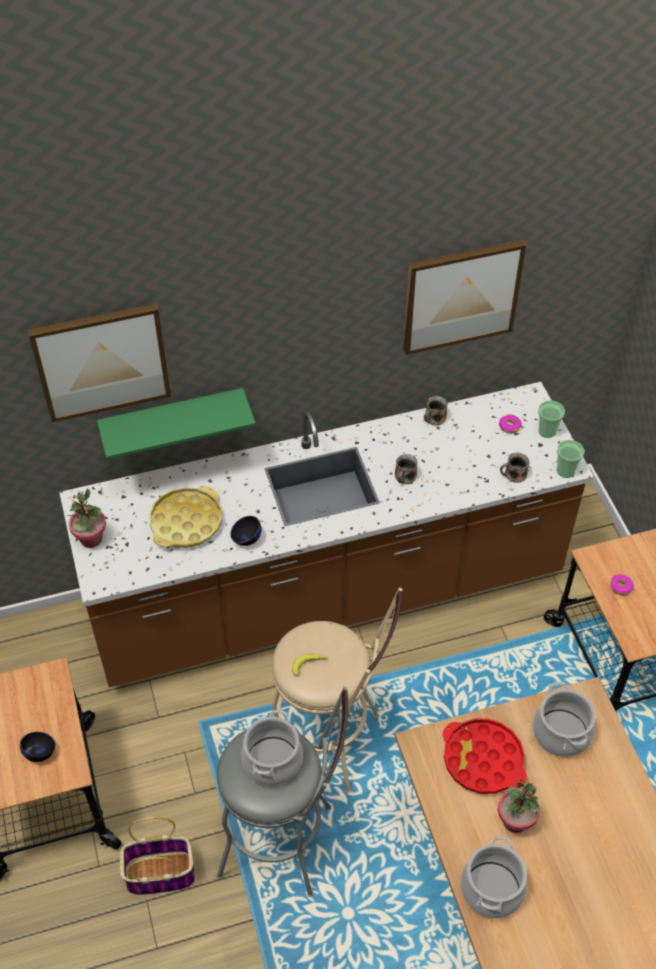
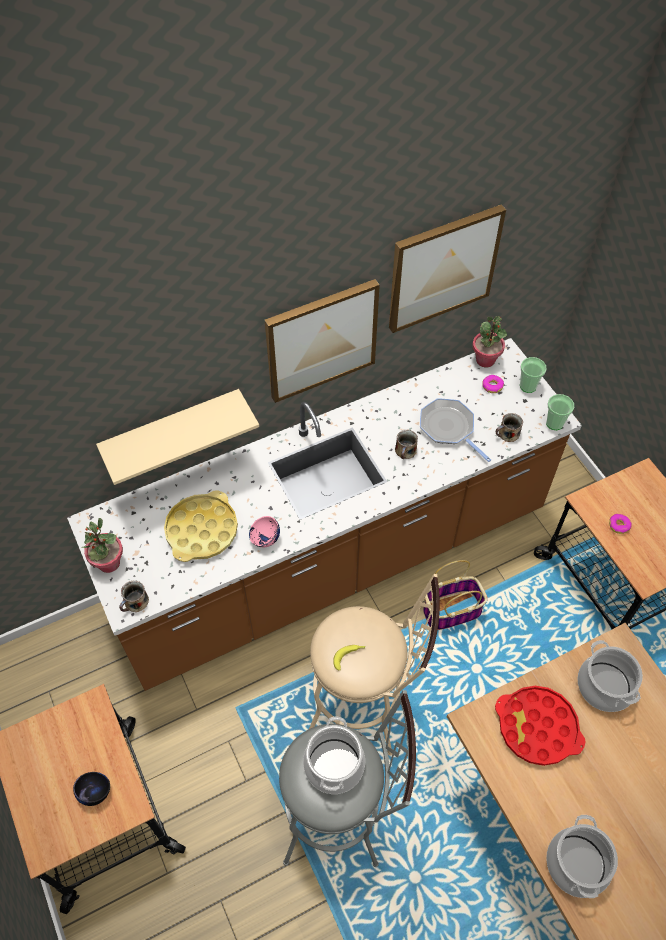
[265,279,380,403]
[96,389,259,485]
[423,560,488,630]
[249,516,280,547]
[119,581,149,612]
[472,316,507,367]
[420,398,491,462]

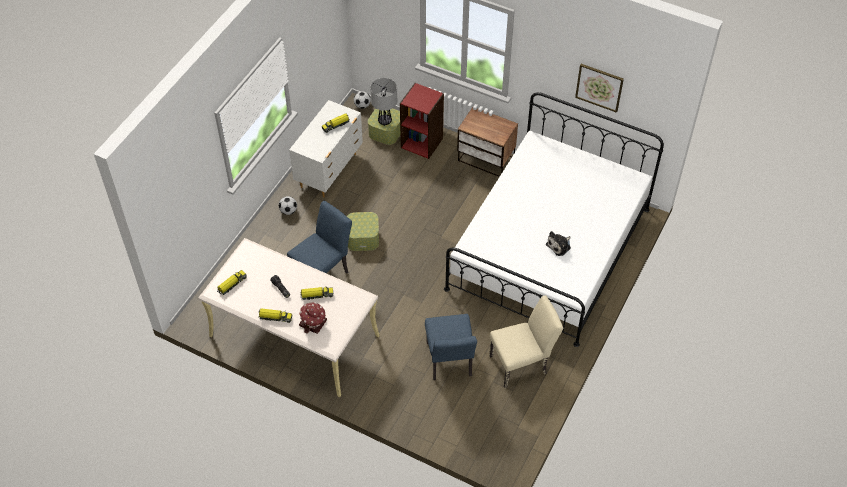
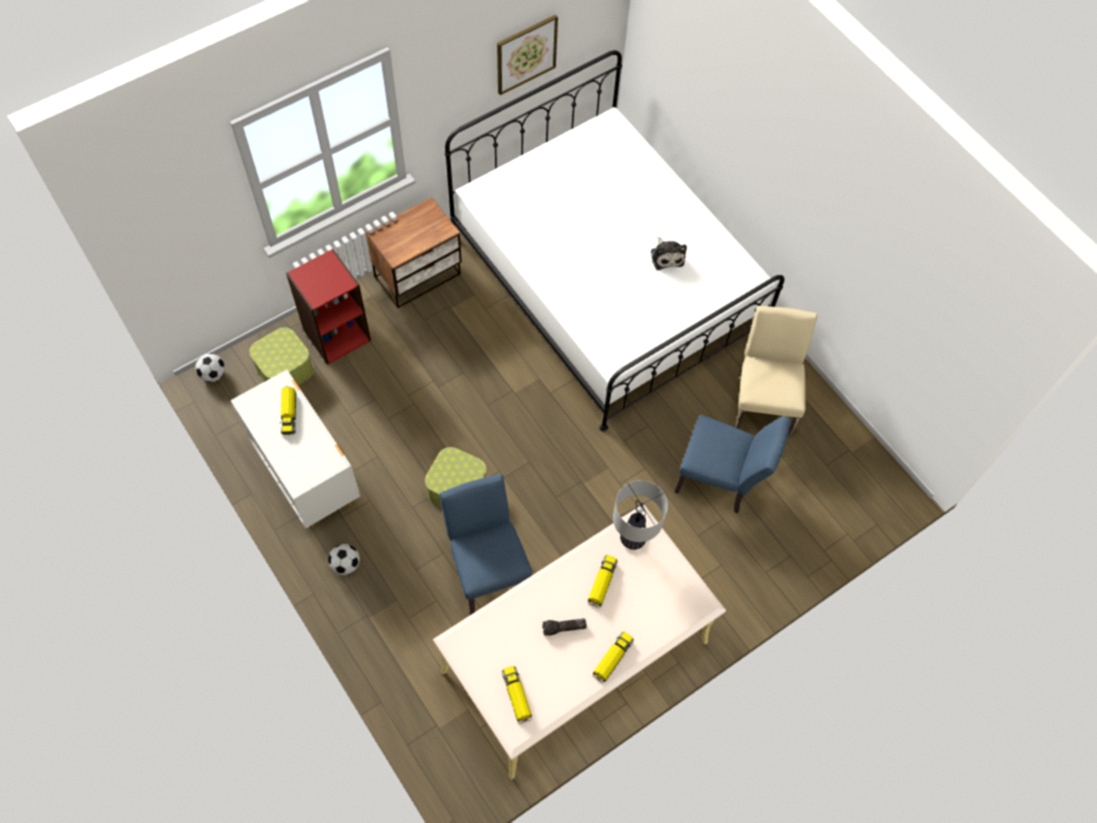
[299,302,327,334] (first image)
[613,480,668,550]

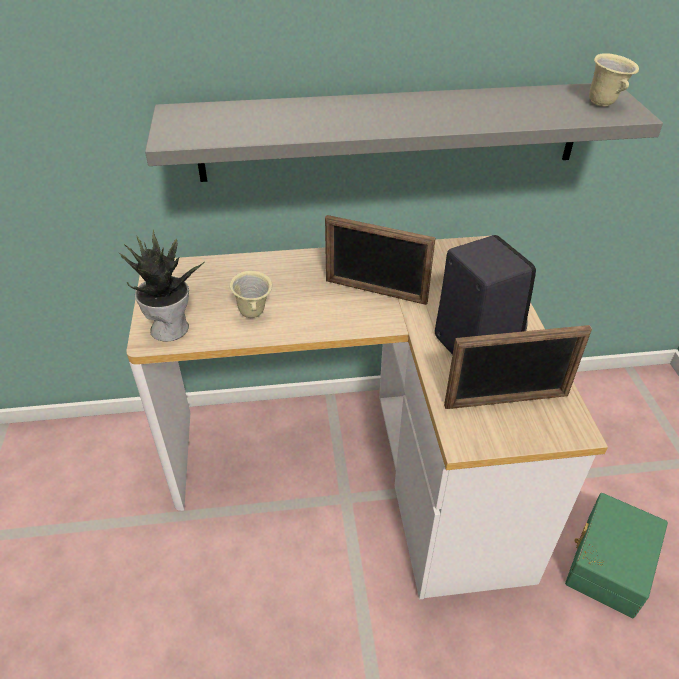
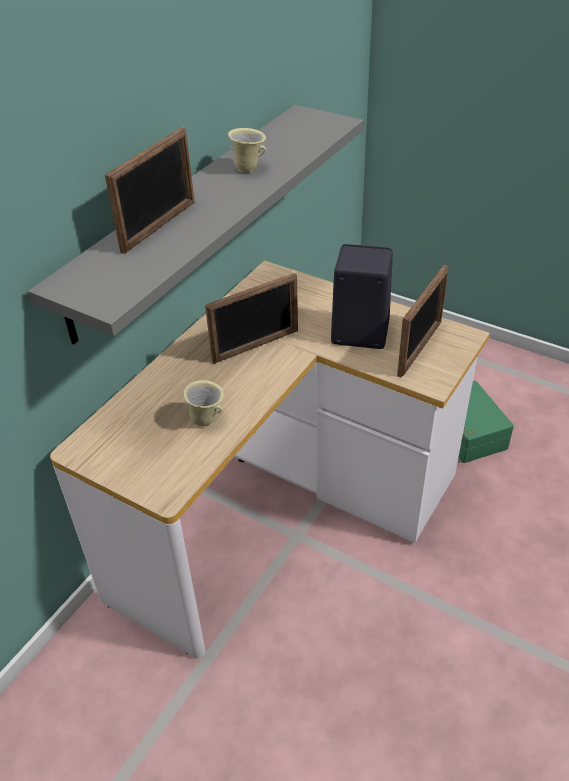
[117,230,205,341] (first image)
[228,128,266,172]
[105,127,195,254]

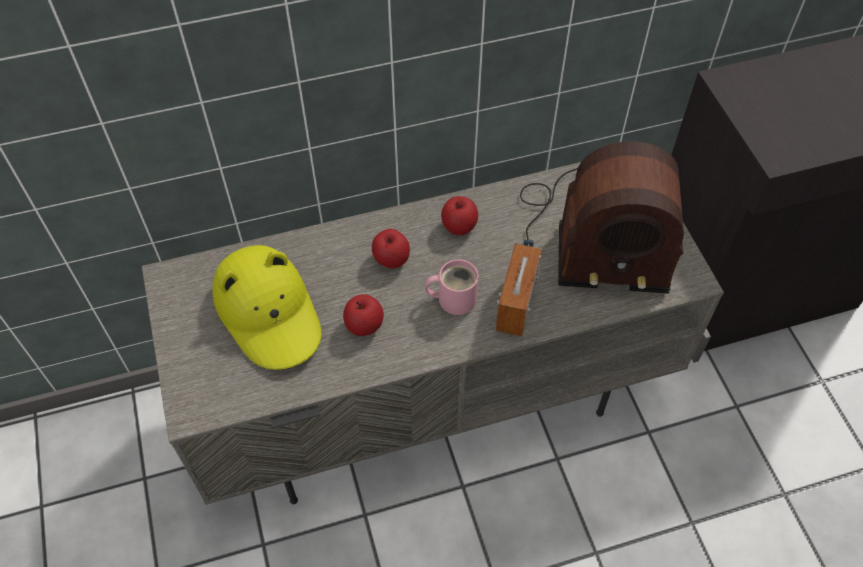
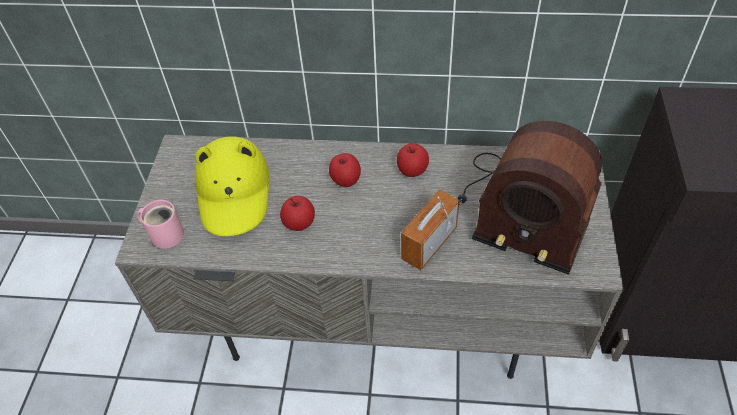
[137,200,184,249]

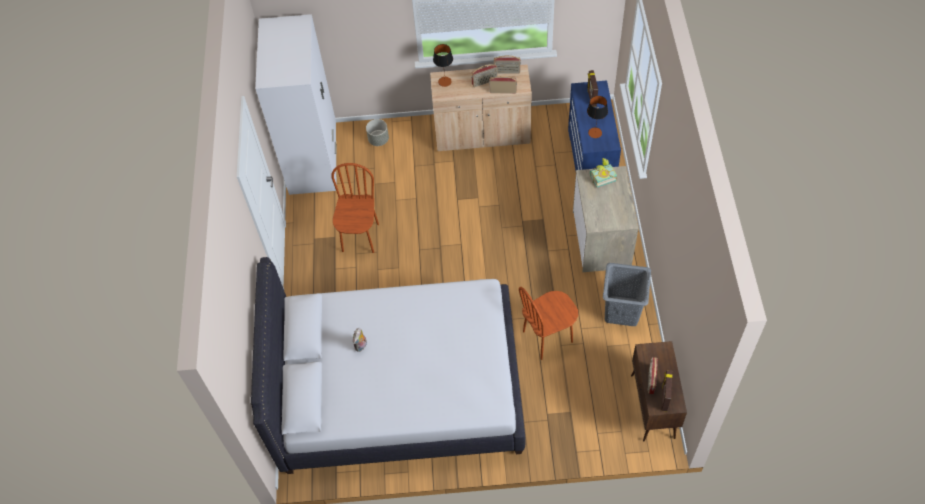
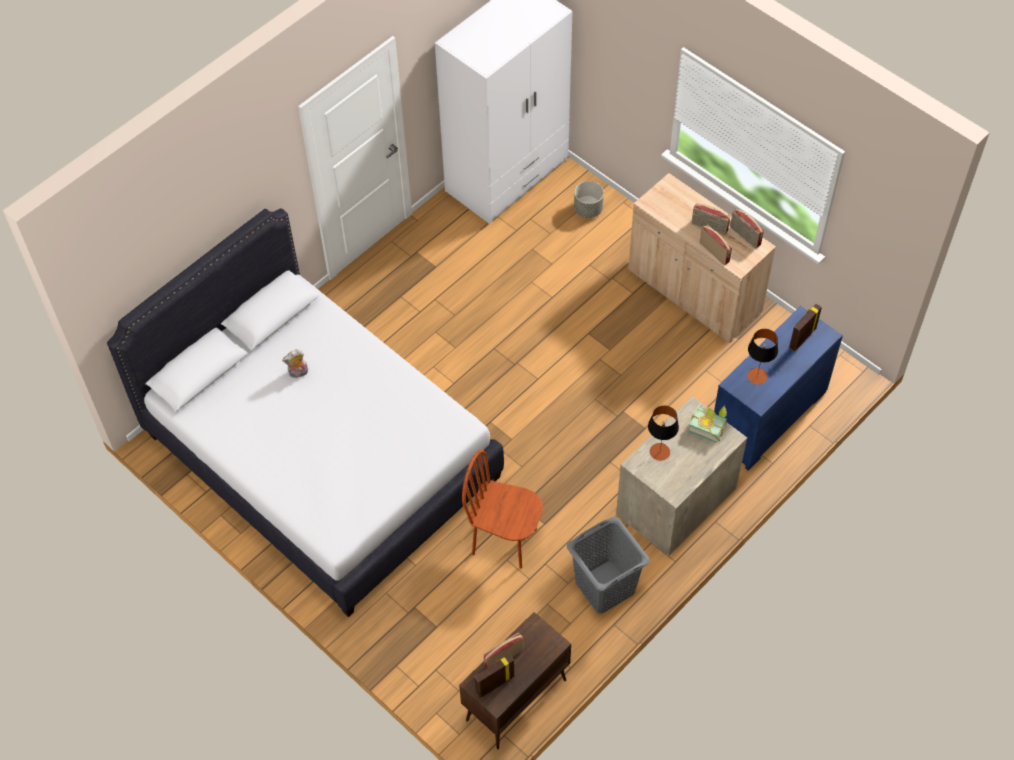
[331,163,379,253] (first image)
[648,406,679,461]

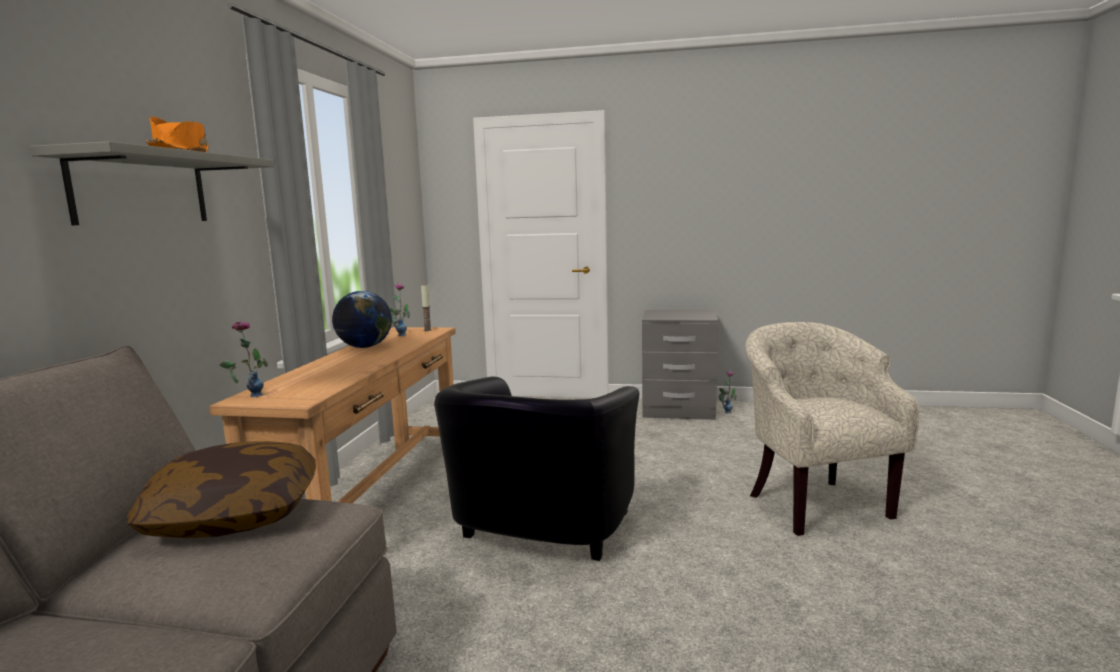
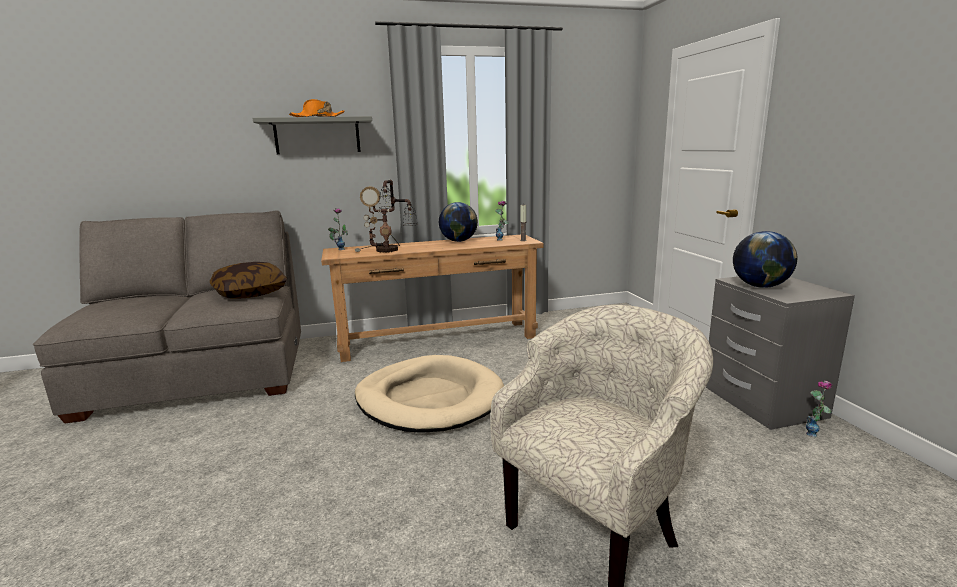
[355,355,504,433]
[355,179,418,253]
[733,231,798,288]

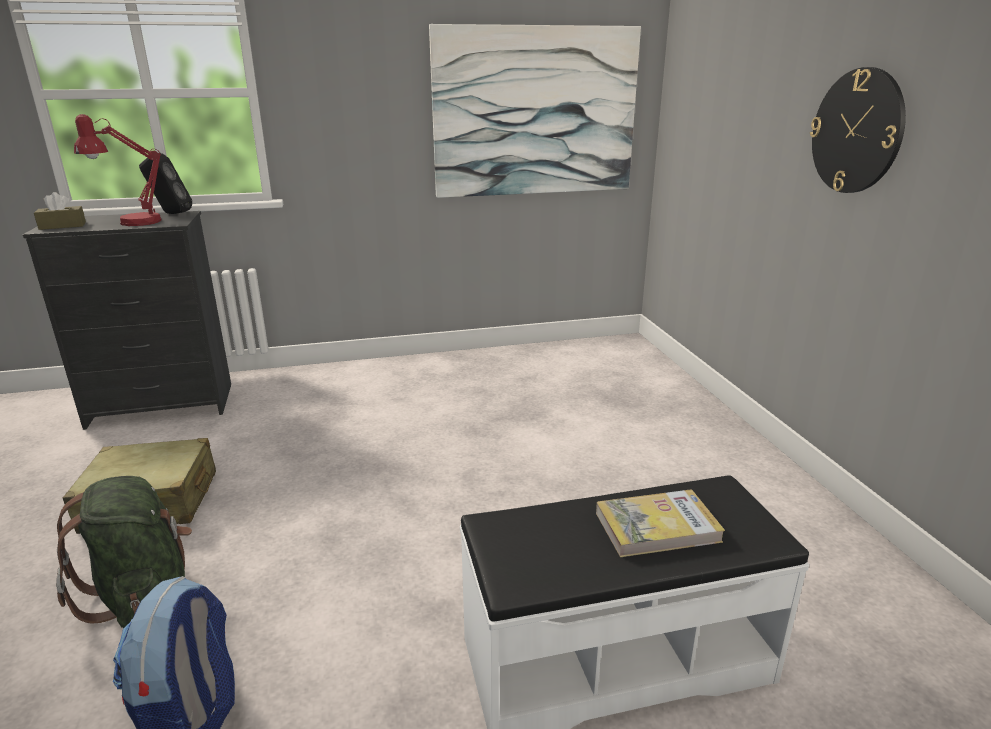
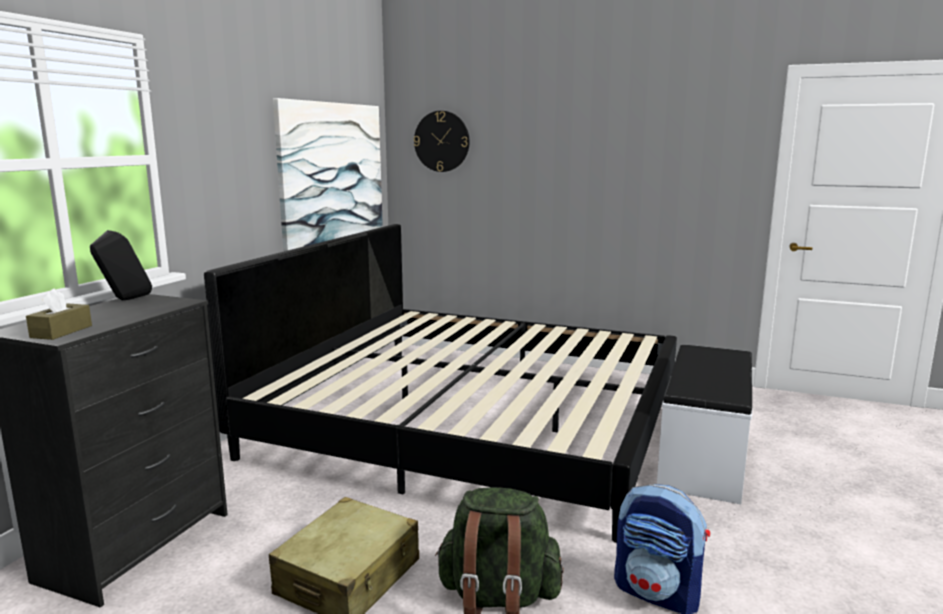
[74,114,161,226] (first image)
[596,489,725,557] (first image)
[414,111,470,172]
[204,224,677,543]

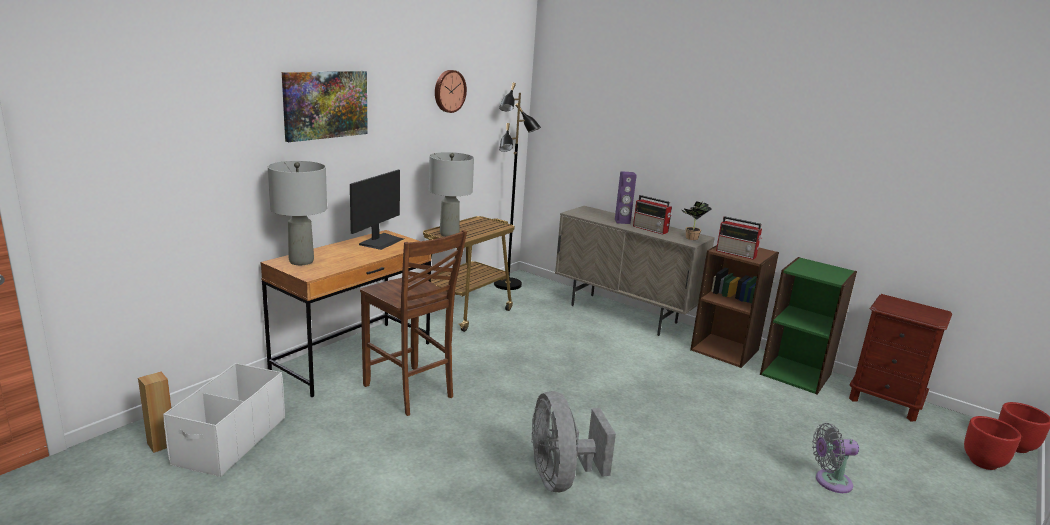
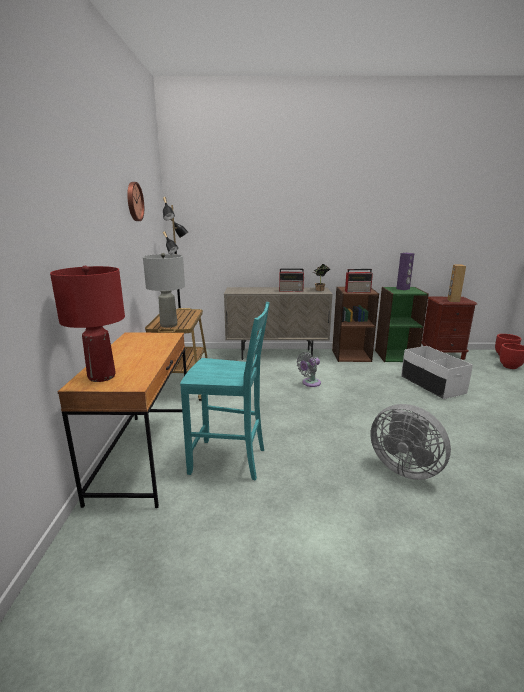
[447,264,466,302]
[401,346,473,399]
[50,266,125,382]
[282,71,368,142] (first image)
[350,170,404,250] (first image)
[180,302,269,480]
[396,253,414,290]
[297,352,321,387]

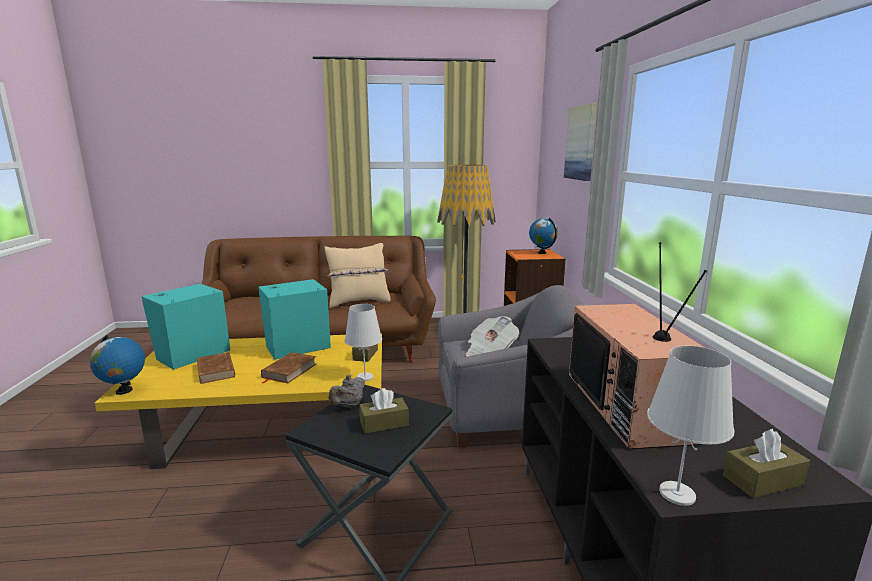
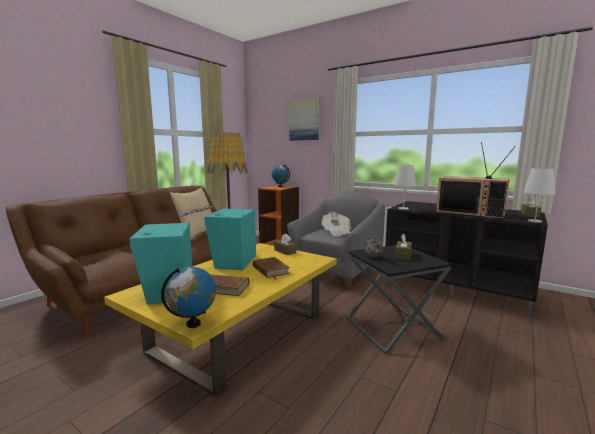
[394,165,416,210]

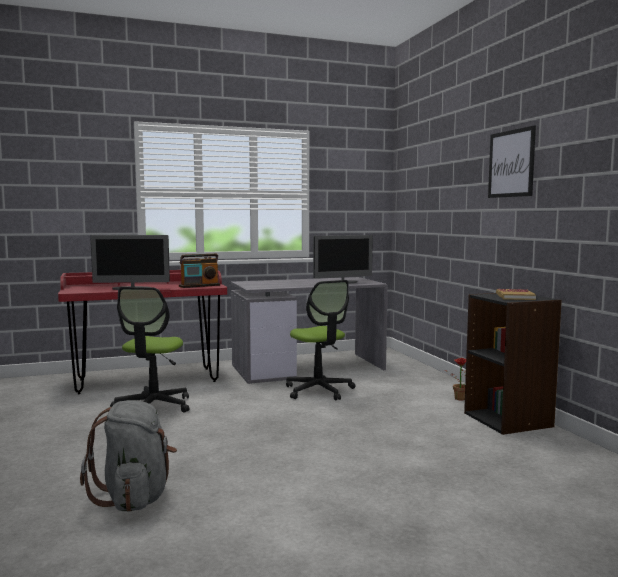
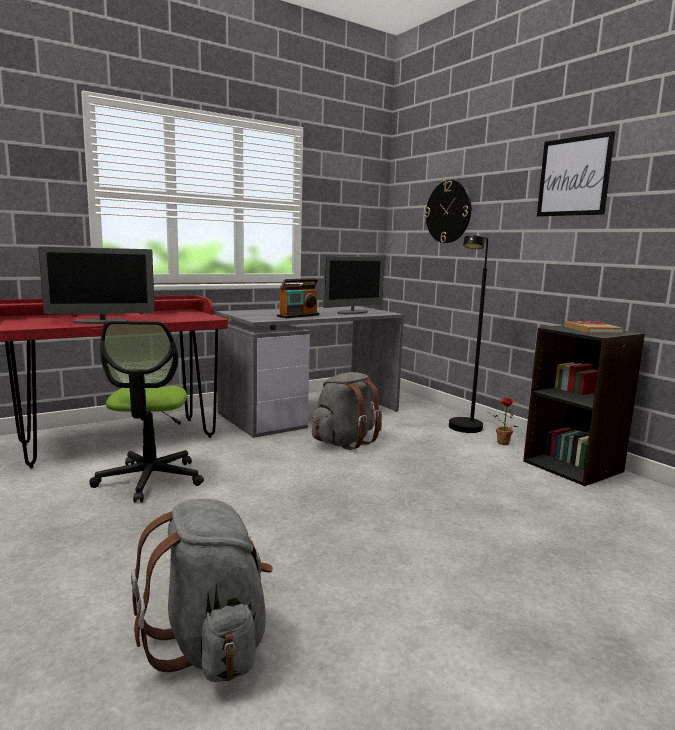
[277,278,319,318]
[312,372,382,450]
[425,180,471,243]
[449,235,488,433]

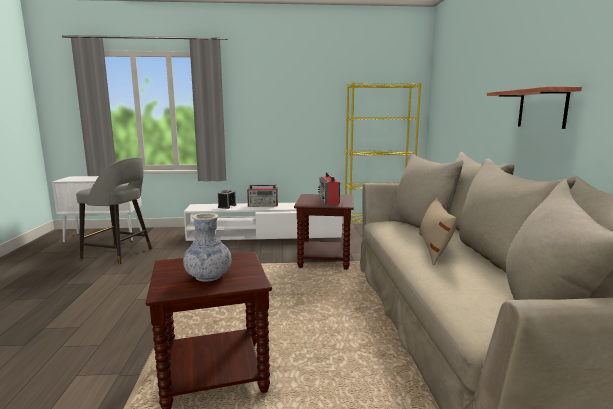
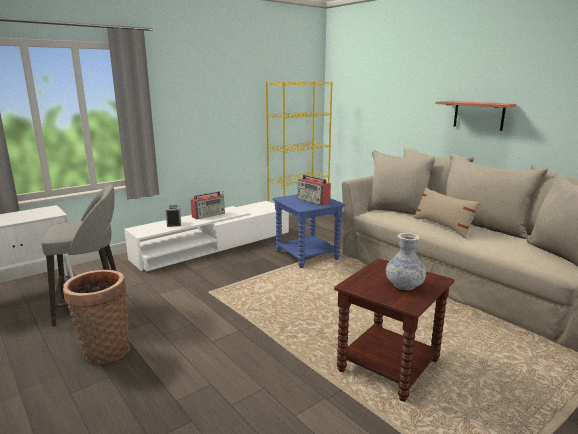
[272,194,345,268]
[63,270,130,364]

